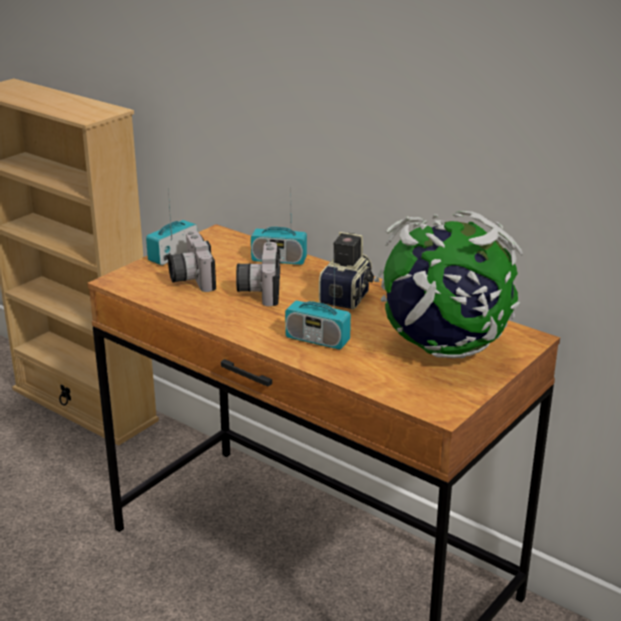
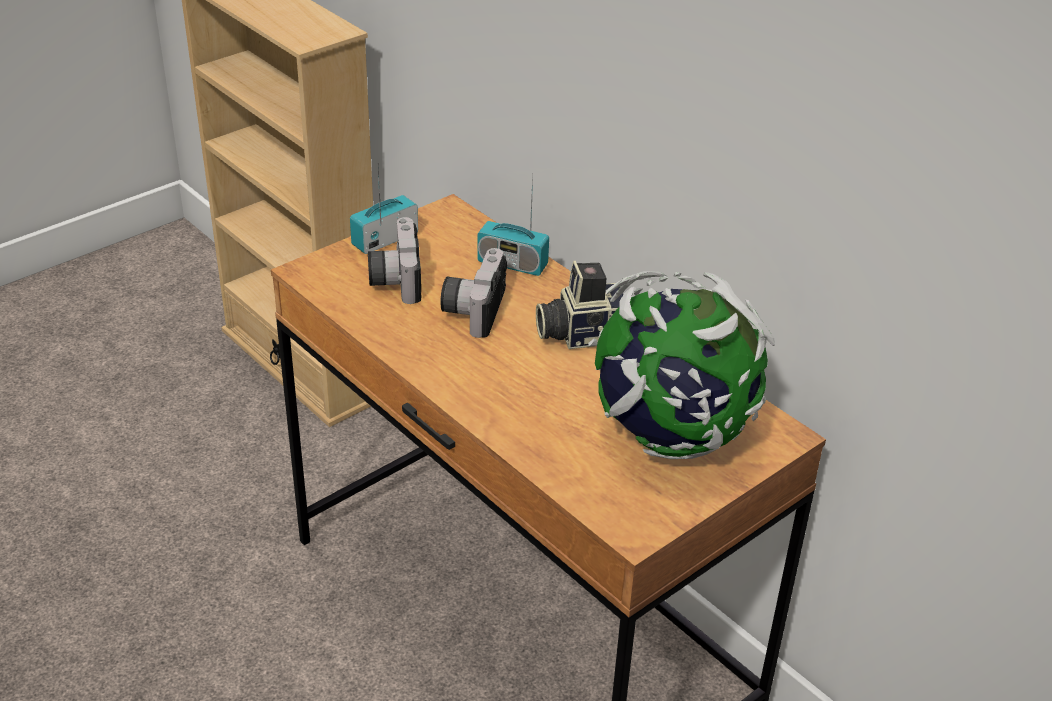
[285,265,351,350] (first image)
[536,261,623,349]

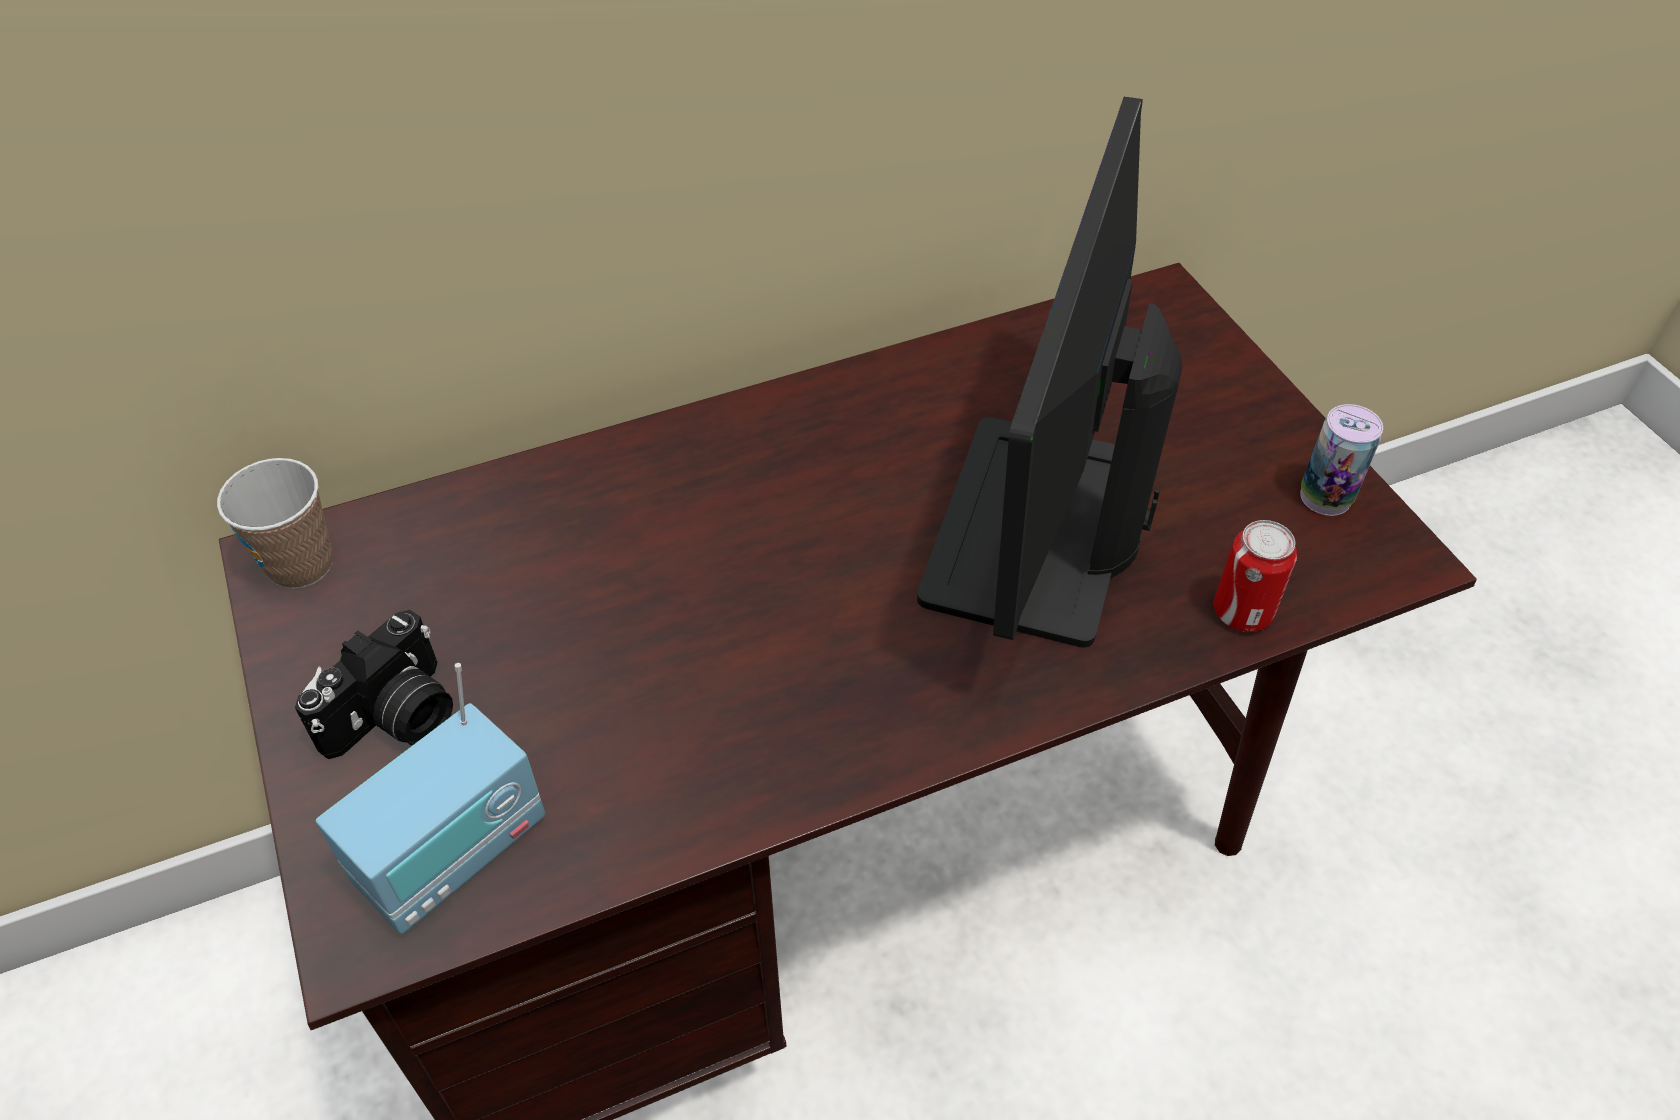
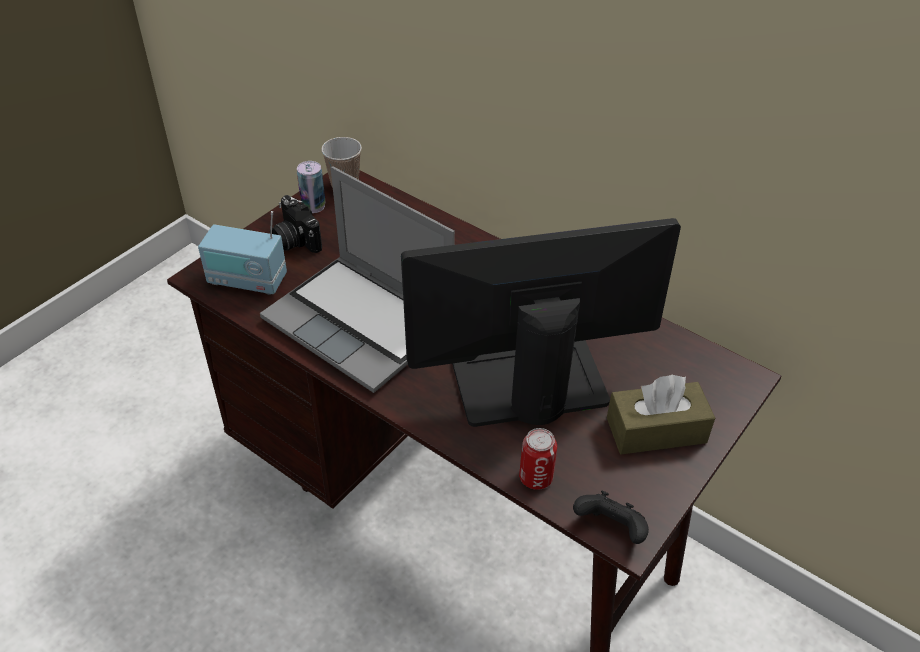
[272,195,322,253]
[297,161,325,213]
[260,166,455,393]
[573,491,649,544]
[607,374,715,454]

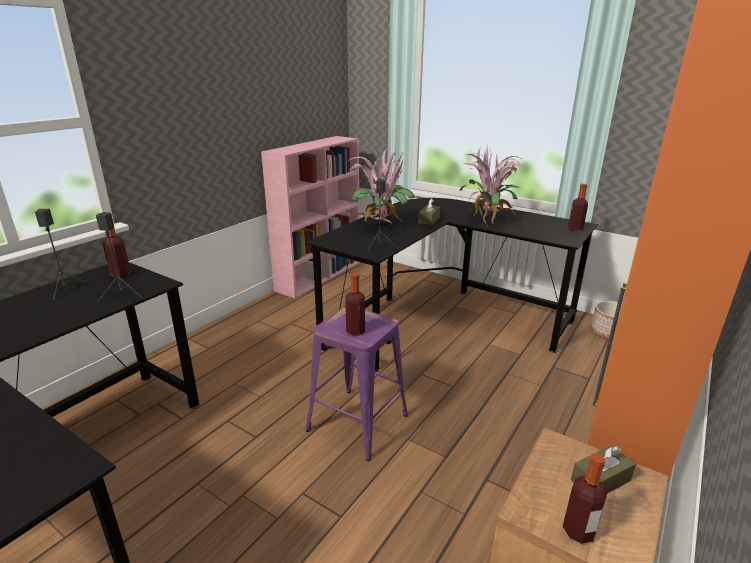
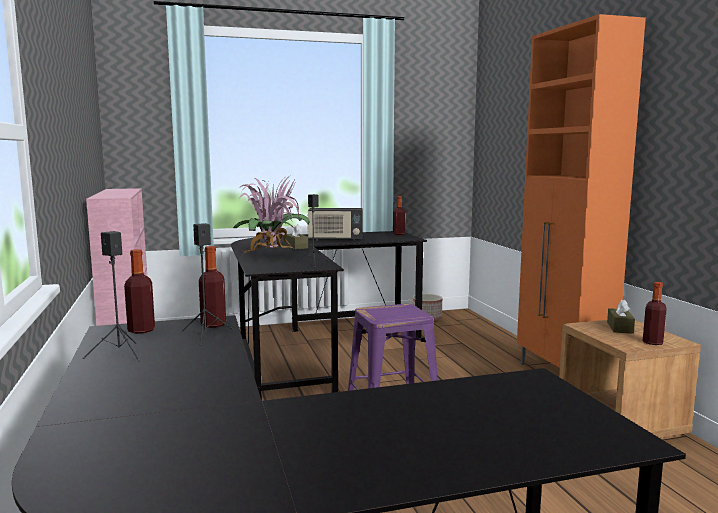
[199,246,226,328]
[307,208,363,241]

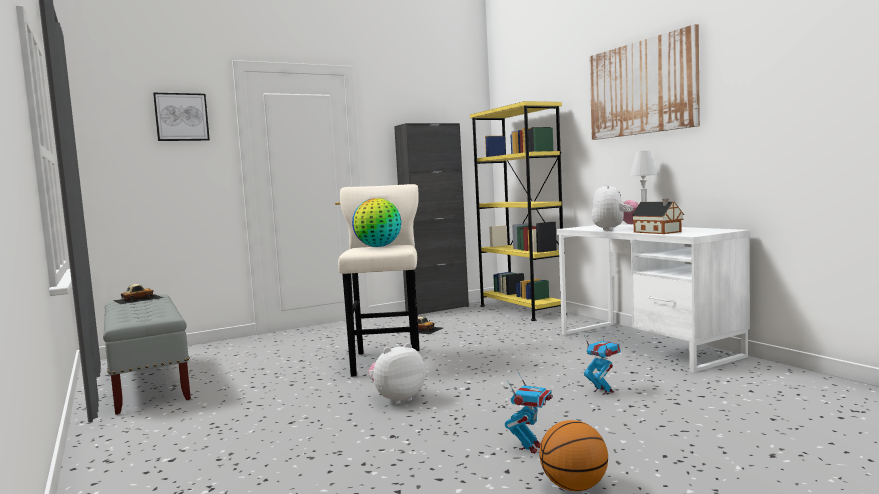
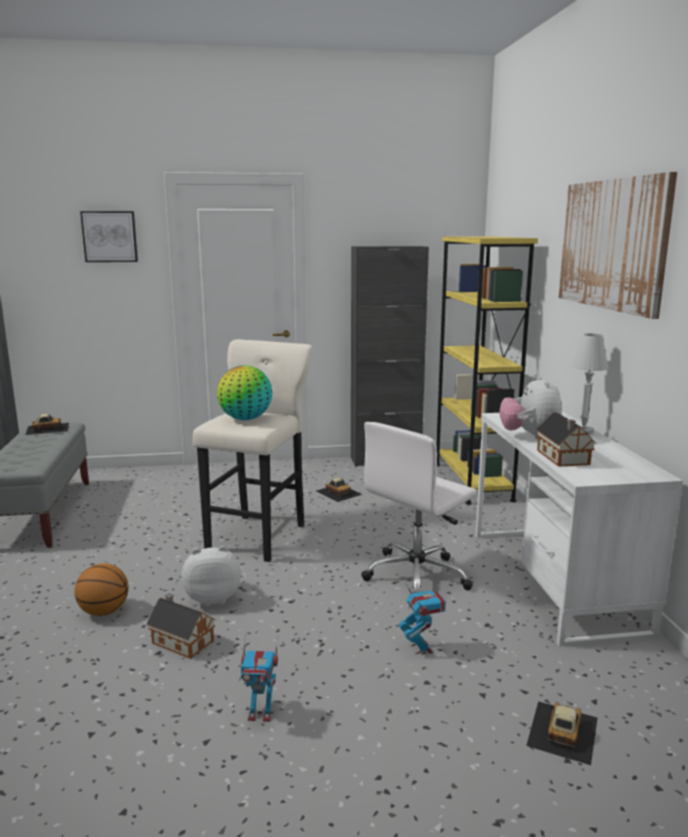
[239,635,278,722]
[75,564,129,616]
[499,375,562,439]
[147,593,215,659]
[361,422,478,593]
[526,701,598,765]

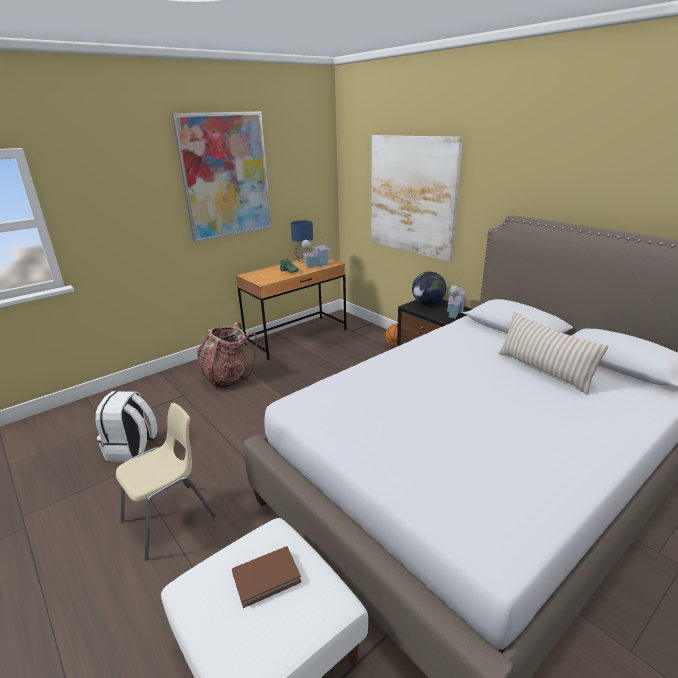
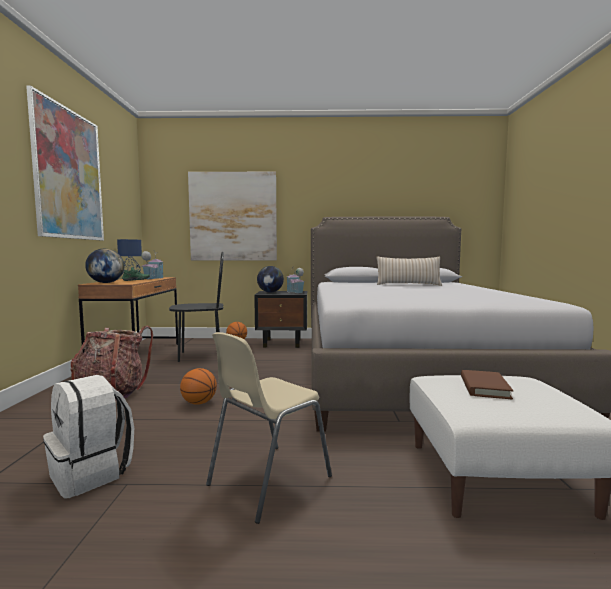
[206,332,332,524]
[85,249,124,283]
[169,252,224,362]
[180,368,217,405]

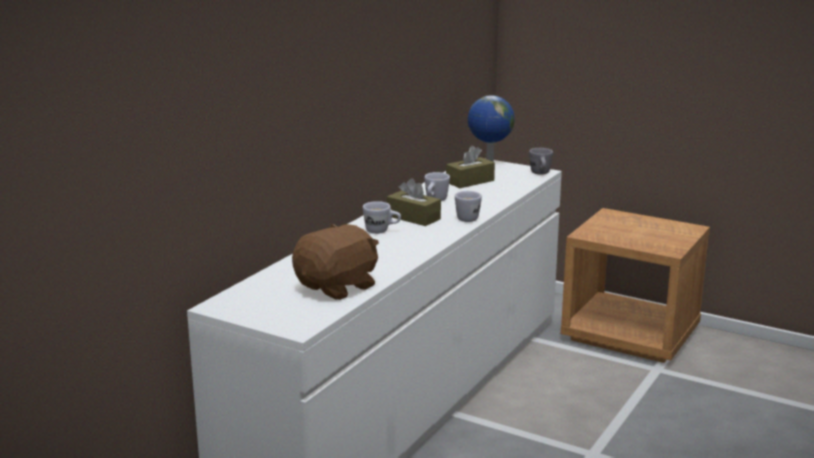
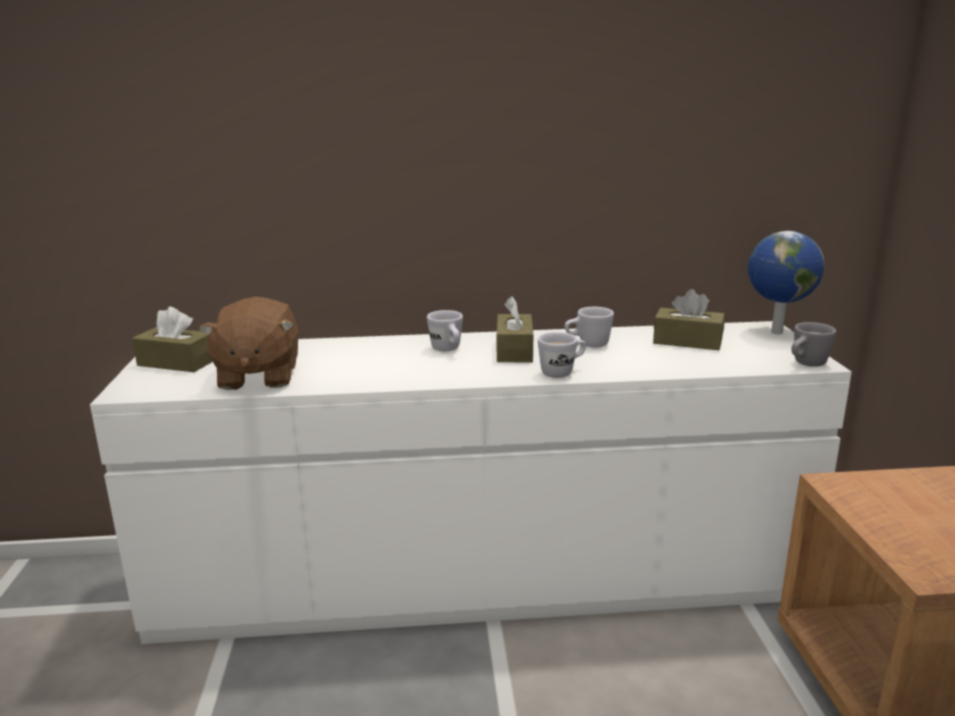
[199,297,298,390]
[132,307,213,372]

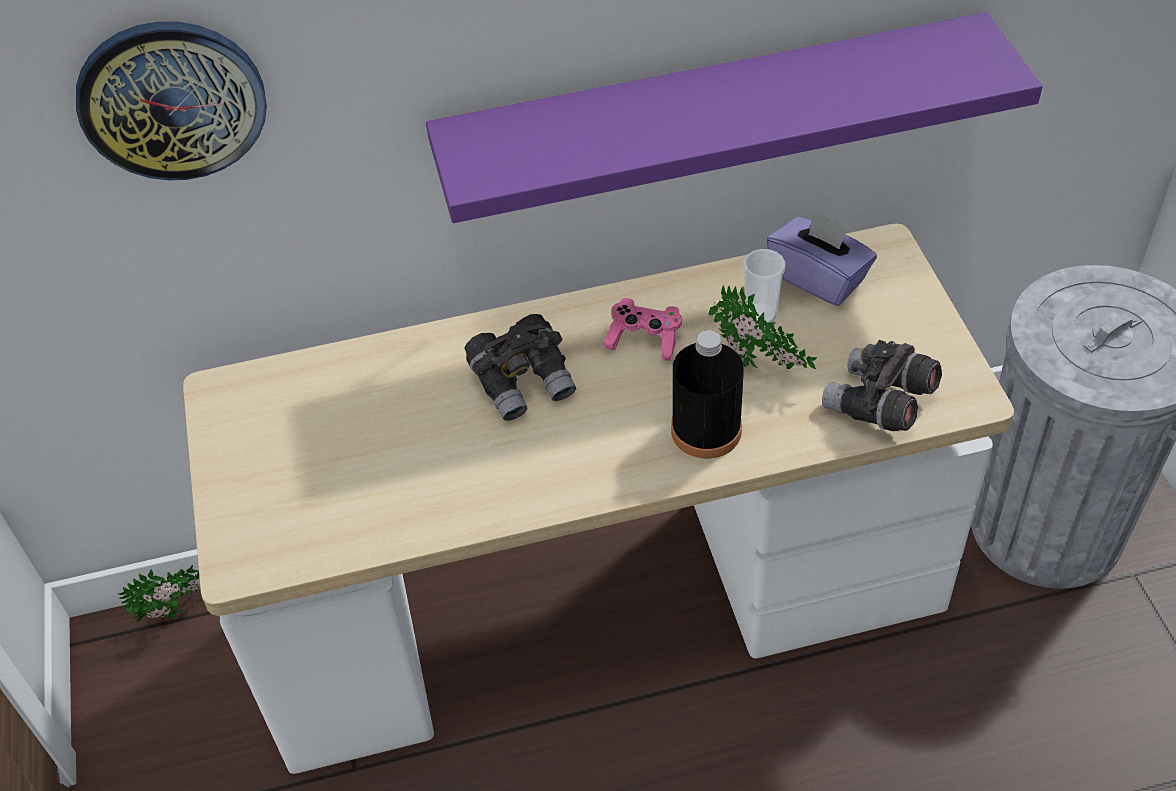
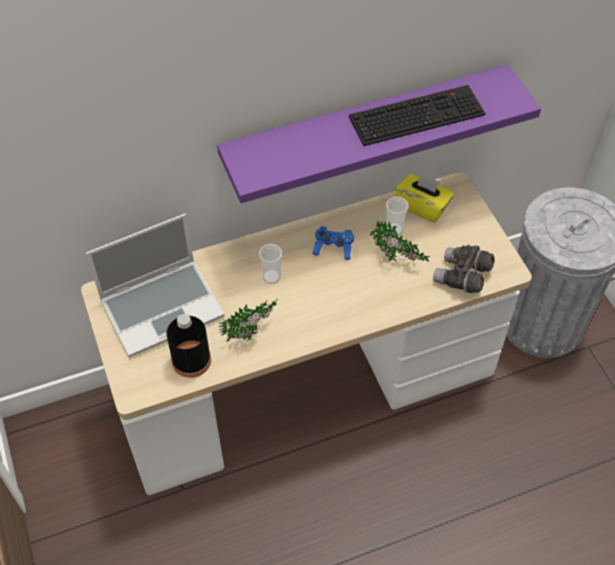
[76,22,267,180] (first image)
[219,299,278,342]
[259,244,282,284]
[313,226,354,260]
[166,314,211,378]
[395,172,454,223]
[86,214,224,358]
[349,85,486,146]

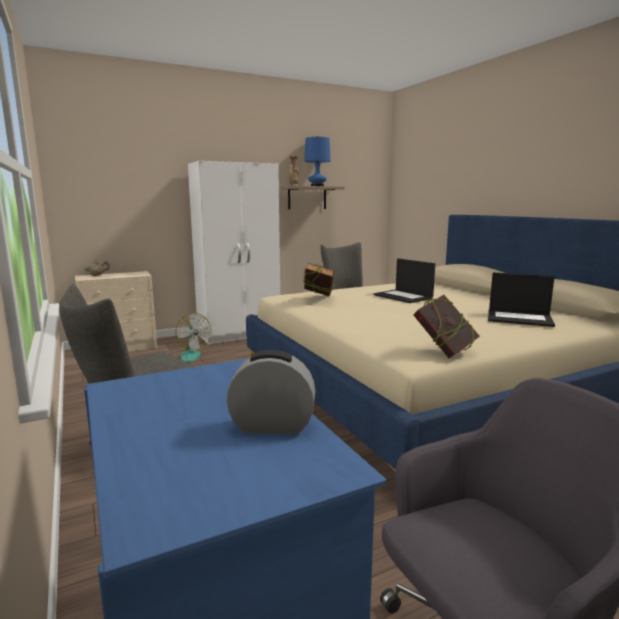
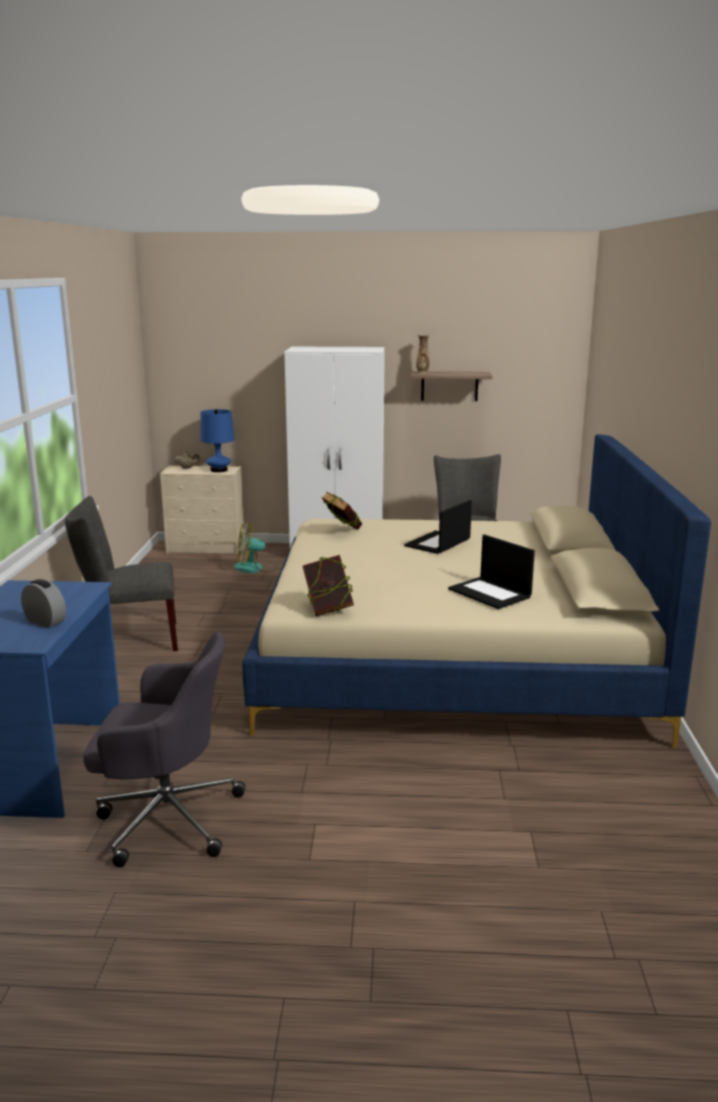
[234,522,278,573]
[200,409,234,472]
[404,500,472,554]

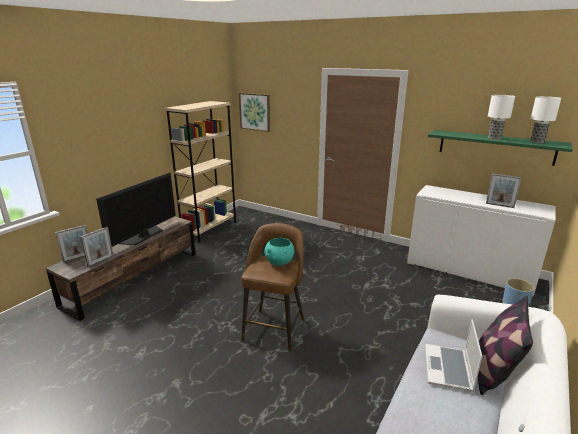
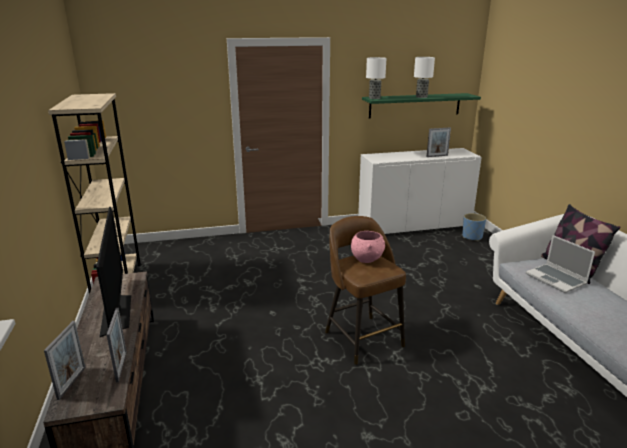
[239,93,270,132] (first image)
[351,231,385,263]
[366,57,387,99]

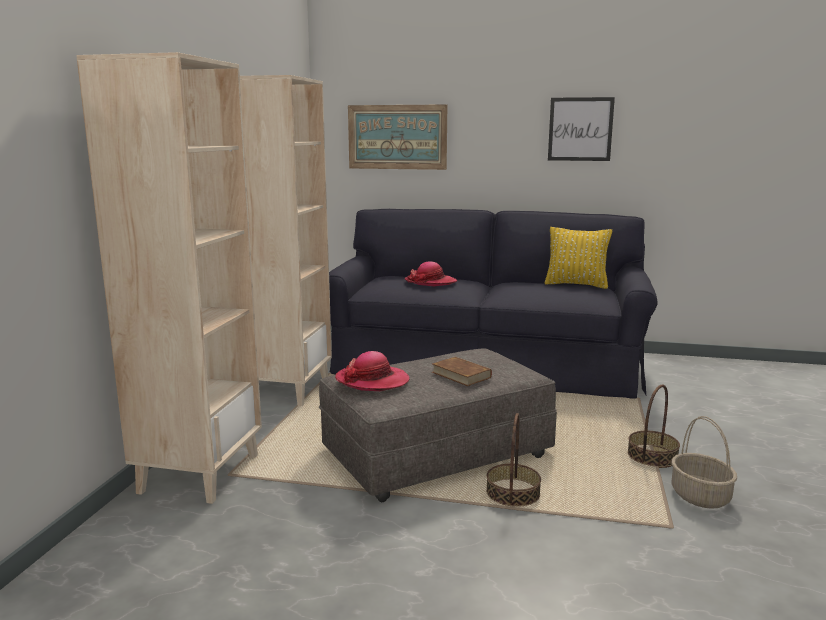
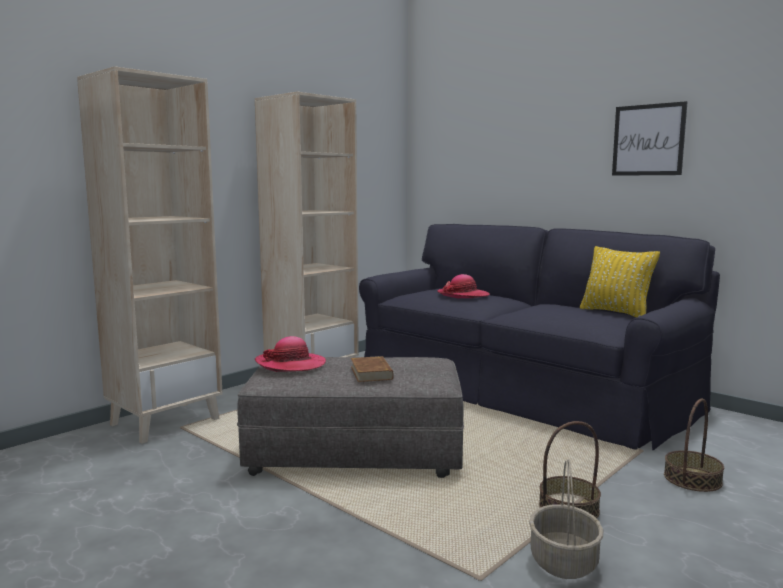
[348,104,447,170] (first image)
[664,399,724,492]

